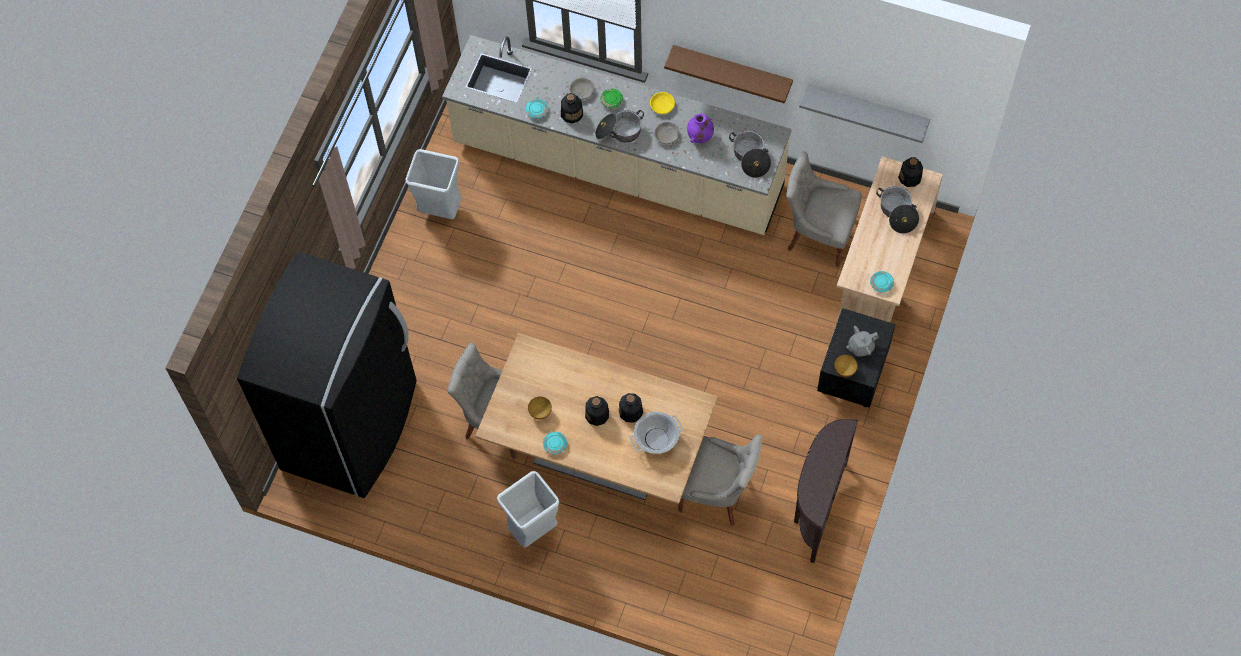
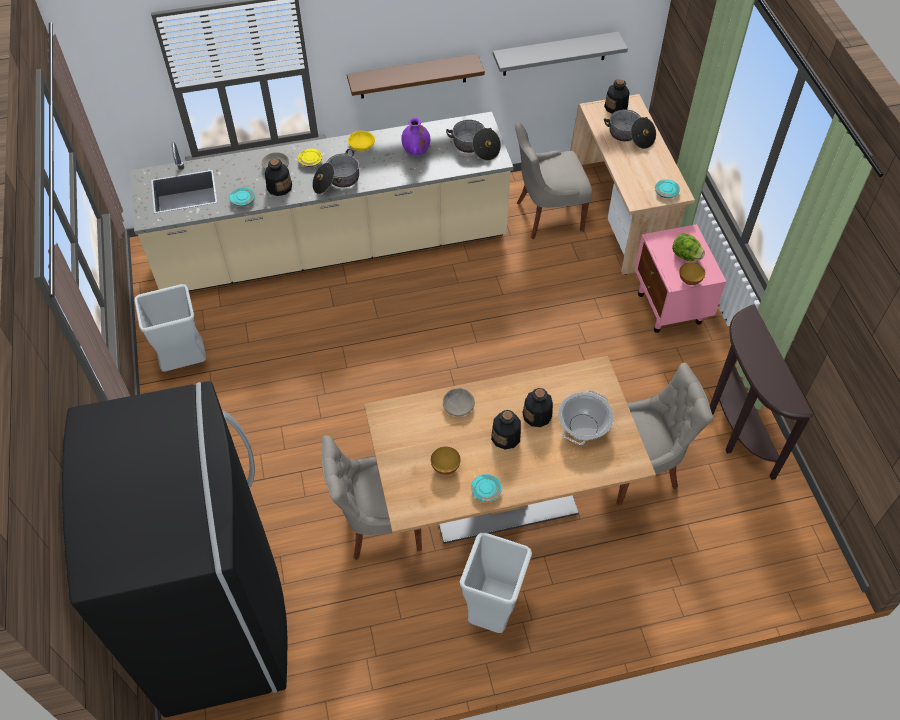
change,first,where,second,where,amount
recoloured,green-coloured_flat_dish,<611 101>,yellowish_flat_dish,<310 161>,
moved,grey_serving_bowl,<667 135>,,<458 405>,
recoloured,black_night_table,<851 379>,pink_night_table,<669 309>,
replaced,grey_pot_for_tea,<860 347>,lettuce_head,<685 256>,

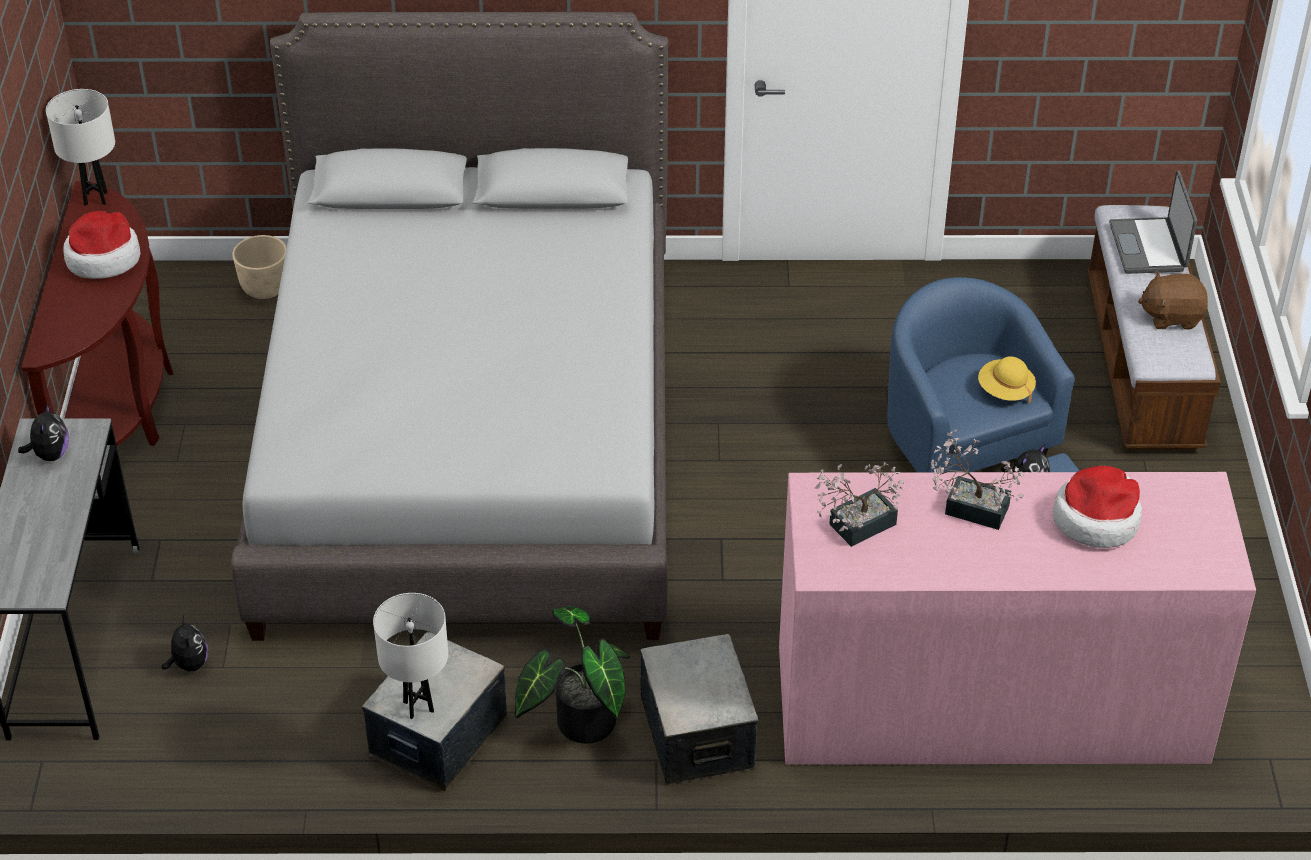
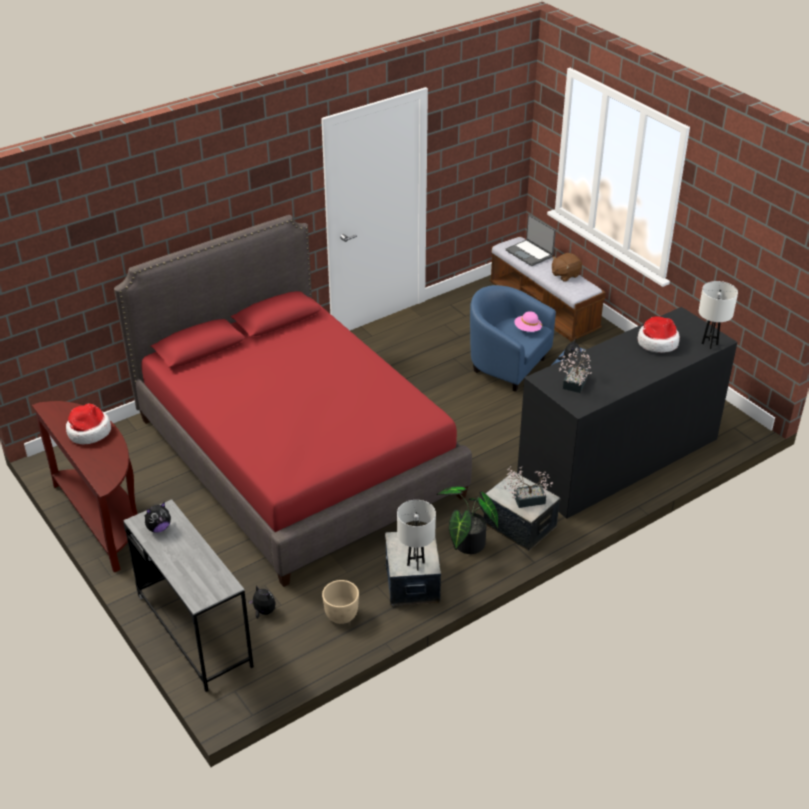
change,first,where,second,where,amount
recoloured,grey_bedroom_bed,<472 440>,red-coloured_bedroom_bed,<297 456>,
moved,whitish_tabletop_lamp,<95 199>,,<709 344>,
moved,beige-coloured_flower_pot,<264 289>,,<341 615>,
recoloured,yellowish_wearable_hat,<1005 390>,pink_wearable_hat,<527 329>,
turned,soft_toy,<50 454>,,<158 528>,90 degrees clockwise
moved,houseplant,<969 507>,,<525 500>,
recoloured,pink_dresser,<989 703>,black_dresser,<618 457>,

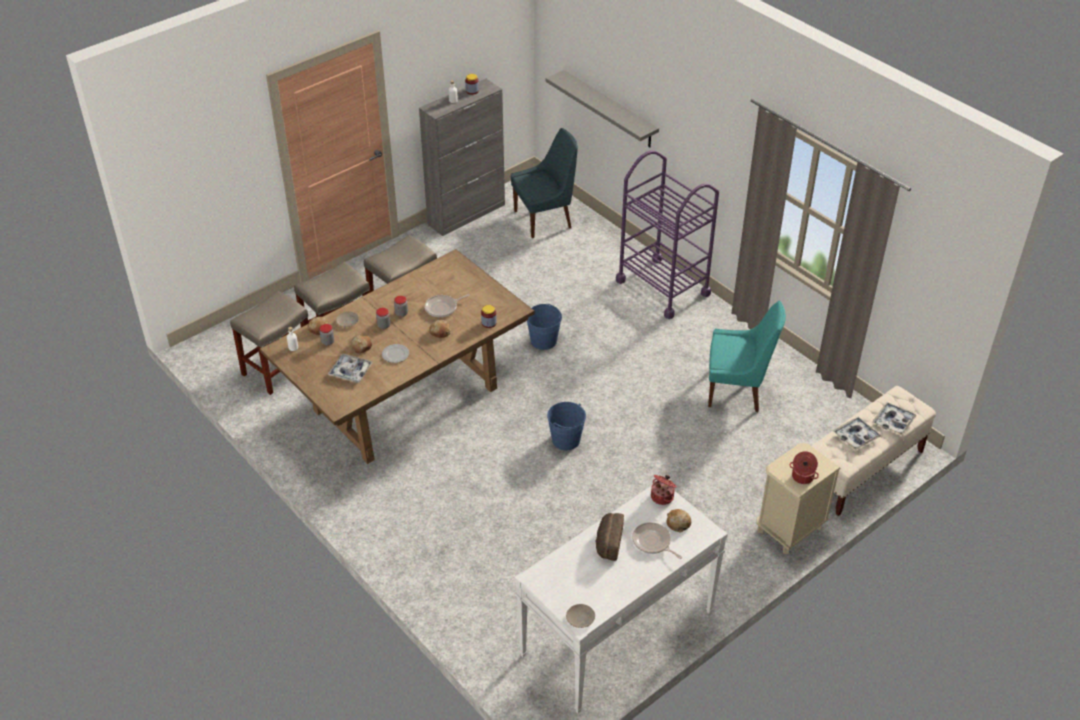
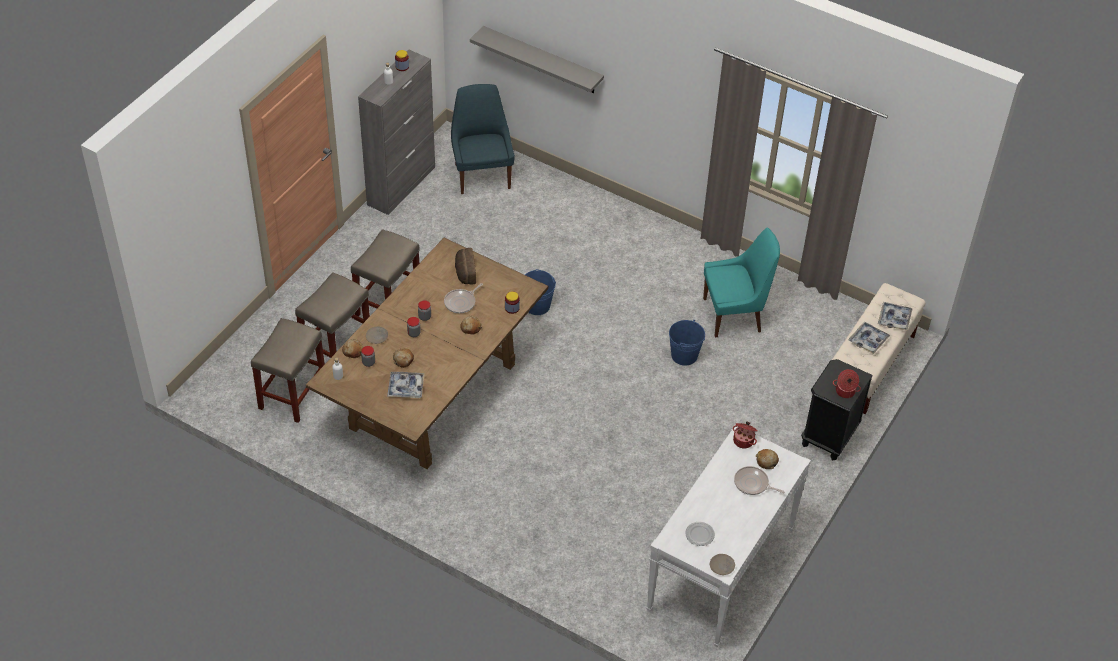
change,first,where,second,where,amount
turned,blue_upright_chair,<545 219>,,<482 174>,60 degrees counterclockwise
removed,purple_cart,<663 287>,,,
moved,flat_dish,<395 355>,,<699 535>,
moved,blue_water_bucket,<566 440>,,<684 355>,
recoloured,beige-coloured_night_table,<789 529>,black_night_table,<829 437>,
moved,bread,<608 542>,,<465 272>,

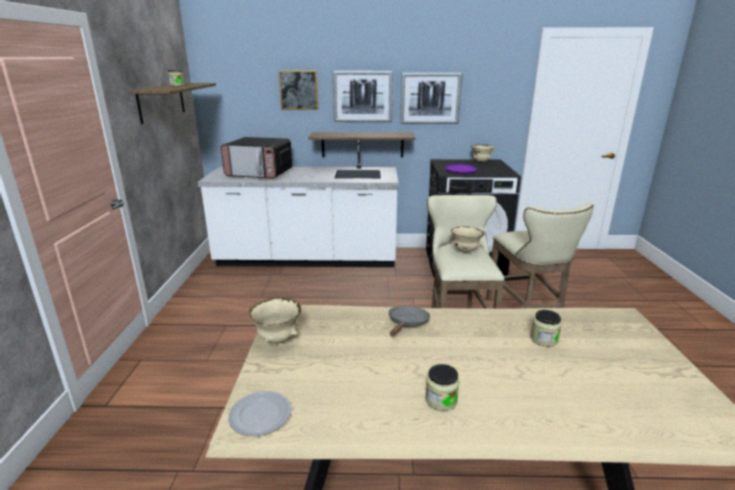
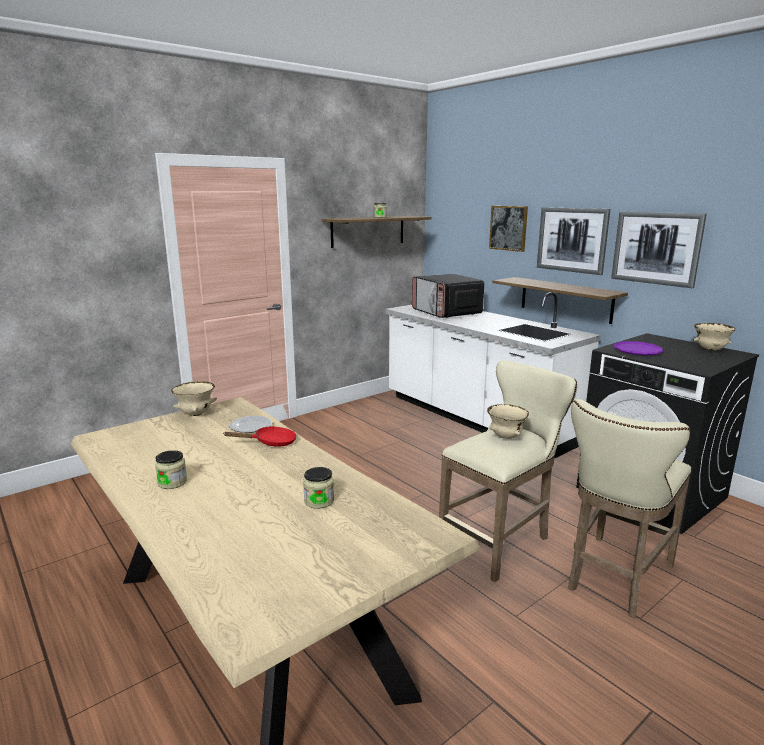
change,first,where,second,where,amount
recoloured,grey_pan,<407 324>,red-coloured_pan,<271 442>,
moved,flat_dish,<260 415>,,<251 426>,

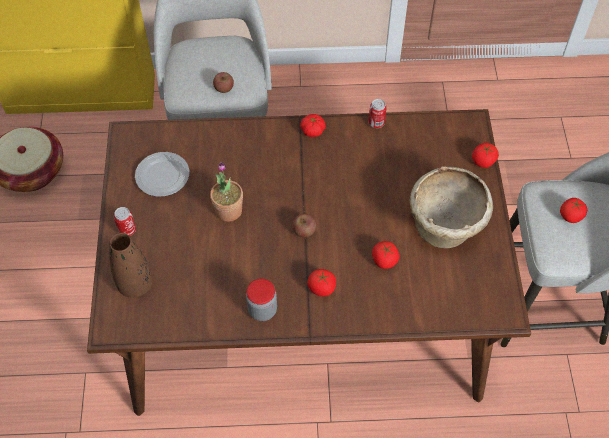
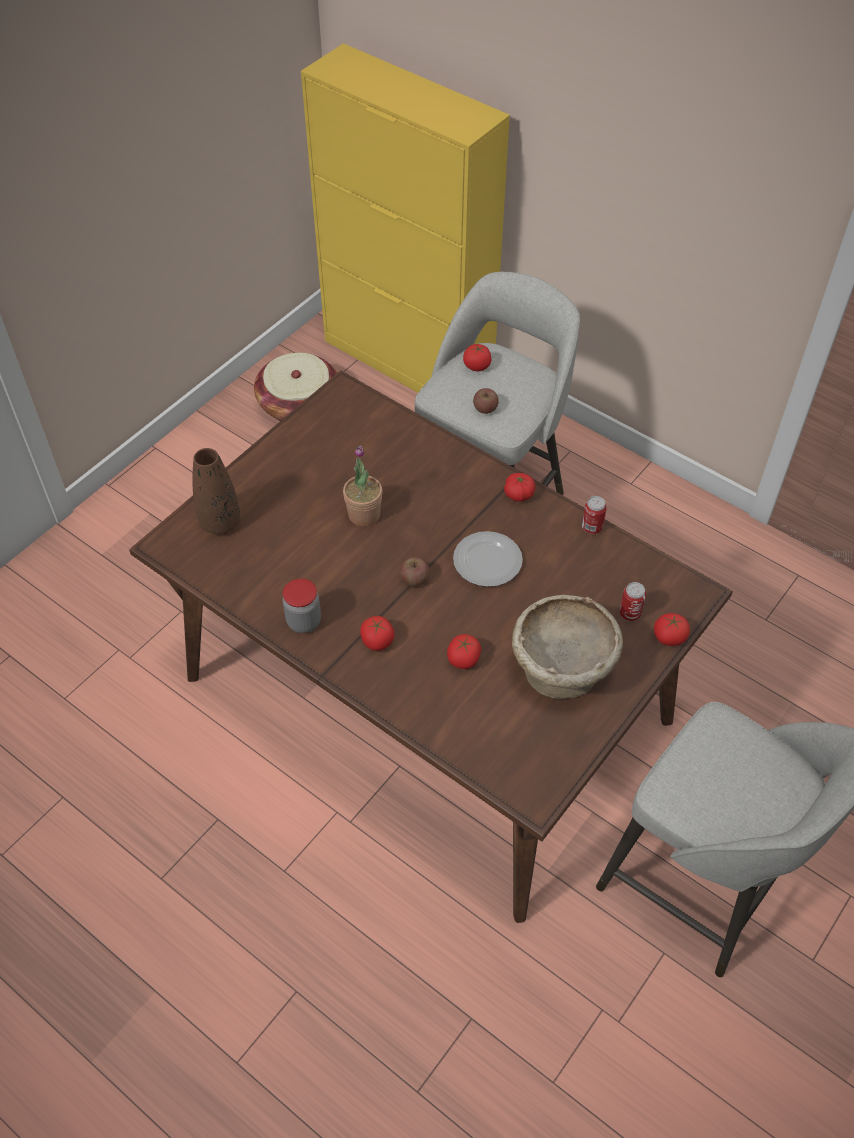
change,first,where,second,where,amount
moved,flat_dish,<162 176>,,<487 562>,
moved,fresh_tomato,<570 216>,,<476 366>,
moved,sealed_can,<127 230>,,<630 613>,

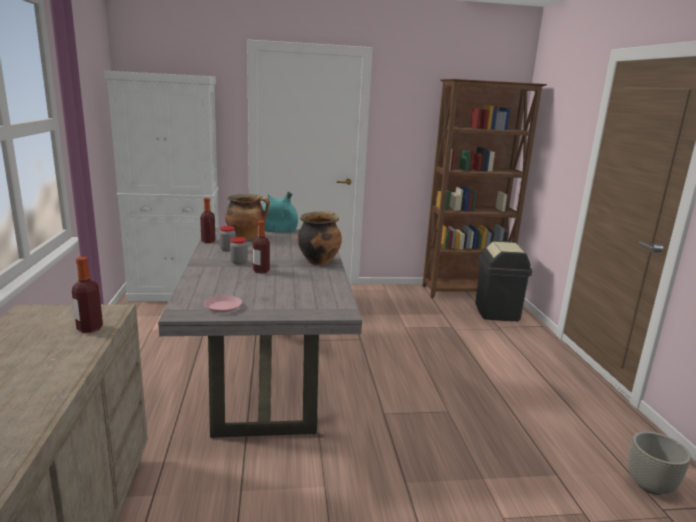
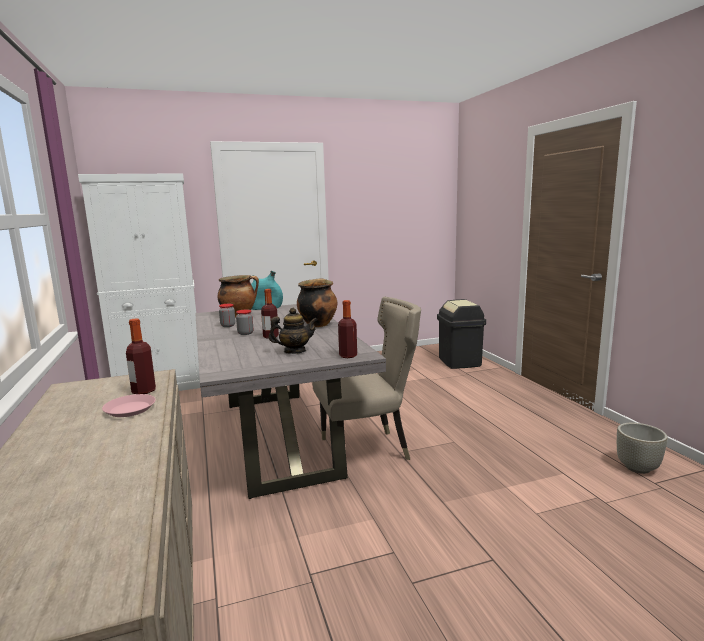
change,first,where,second,where,amount
removed,brown-coloured_bookcase,<465 292>,,,
moved,beverage_bottle,<208 241>,,<348 356>,
moved,pink_flat_dish,<223 307>,,<129 409>,
added,,,beige-coloured_upright_chair,<368 451>,
added,,,pot_for_tea,<294 351>,

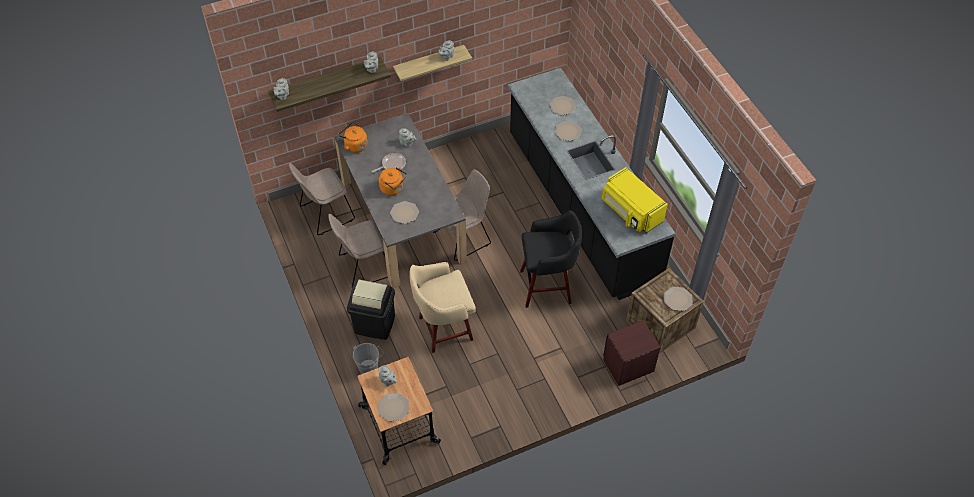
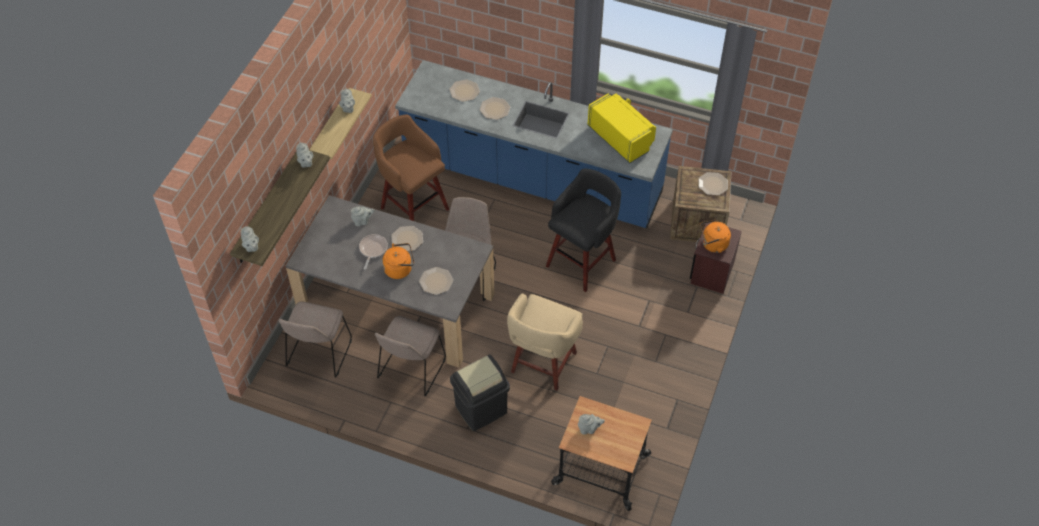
change,first,where,second,where,amount
recoloured,black_kitchen_counter,<580 207>,blue_kitchen_counter,<532 178>,
moved,orangey_tea_kettle,<354 145>,,<713 244>,
turned,yellowish_kitchen_microwave,<630 212>,,<621 137>,135 degrees counterclockwise
removed,grey_water_bucket,<369 366>,,,
moved,flat_dish,<393 407>,,<406 239>,
added,,,brown-coloured_stool_seat,<413 207>,

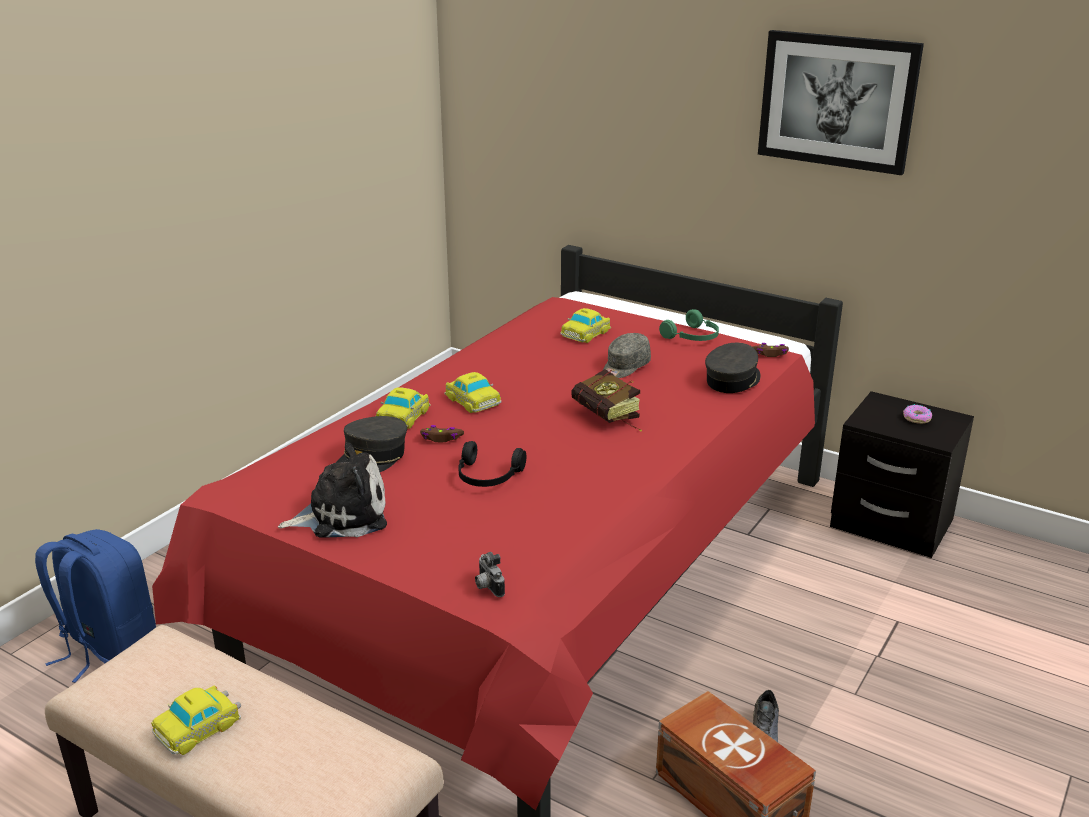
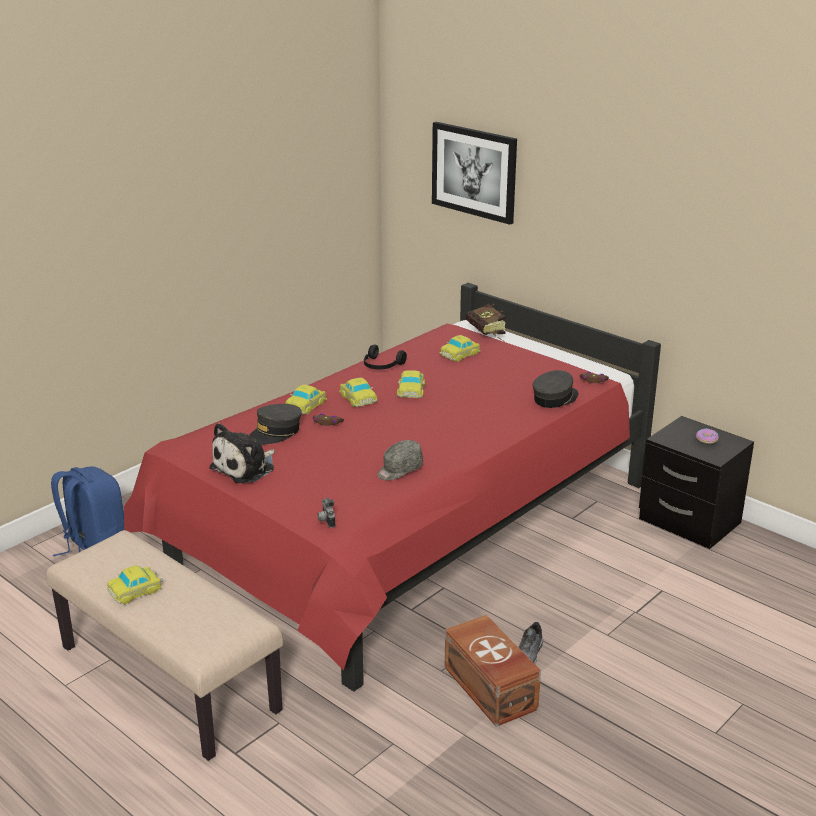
change,first,where,second,where,amount
moved,wall_art,<837 101>,,<474 171>,
removed,green-coloured_headset,<693 337>,,,
moved,grey_peaked_cap,<625 367>,,<399 470>,
moved,volume,<610 419>,,<487 334>,
moved,black_headset,<487 477>,,<381 366>,
turned,soft_toy,<342 515>,,<246 468>,135 degrees clockwise
added,,,model_car,<411 389>,

